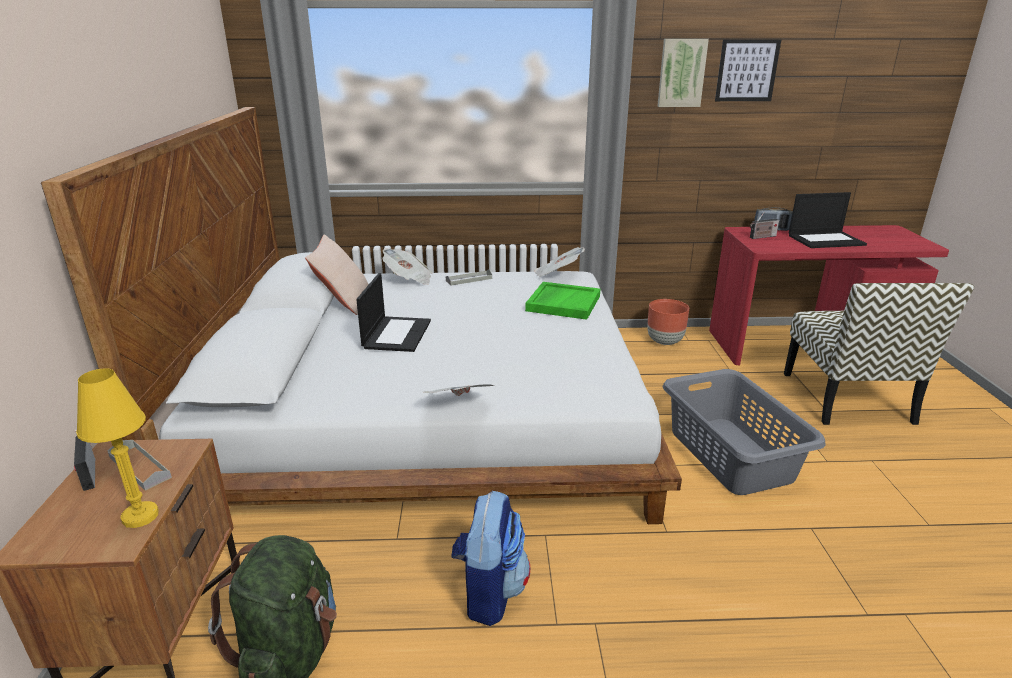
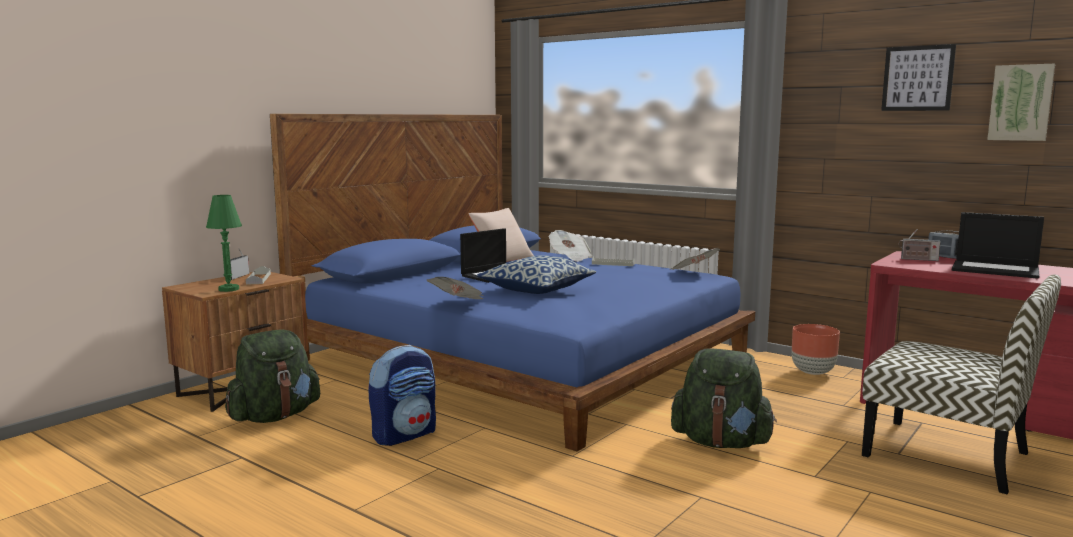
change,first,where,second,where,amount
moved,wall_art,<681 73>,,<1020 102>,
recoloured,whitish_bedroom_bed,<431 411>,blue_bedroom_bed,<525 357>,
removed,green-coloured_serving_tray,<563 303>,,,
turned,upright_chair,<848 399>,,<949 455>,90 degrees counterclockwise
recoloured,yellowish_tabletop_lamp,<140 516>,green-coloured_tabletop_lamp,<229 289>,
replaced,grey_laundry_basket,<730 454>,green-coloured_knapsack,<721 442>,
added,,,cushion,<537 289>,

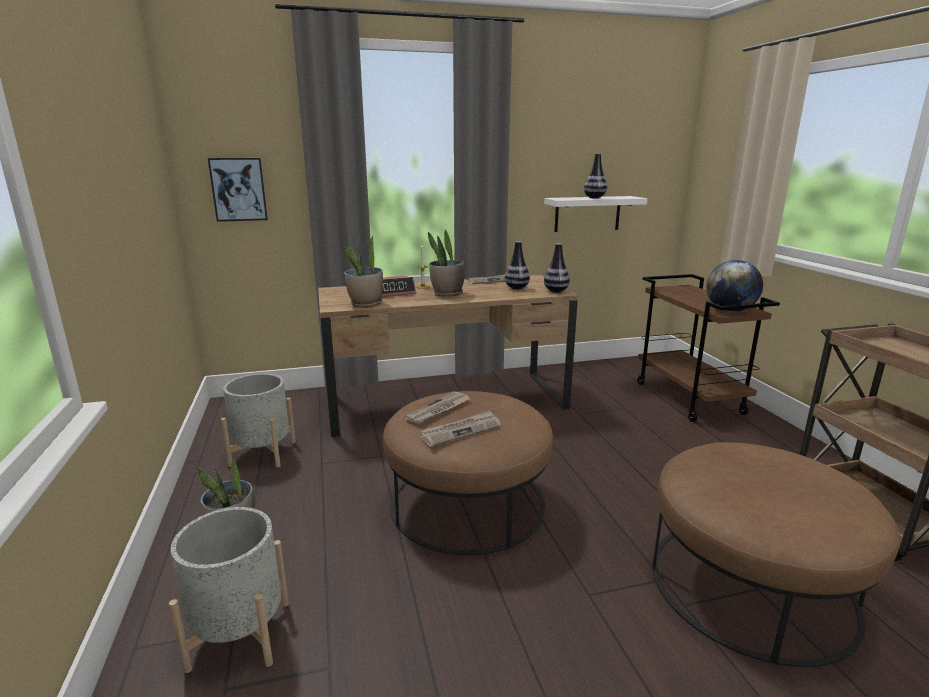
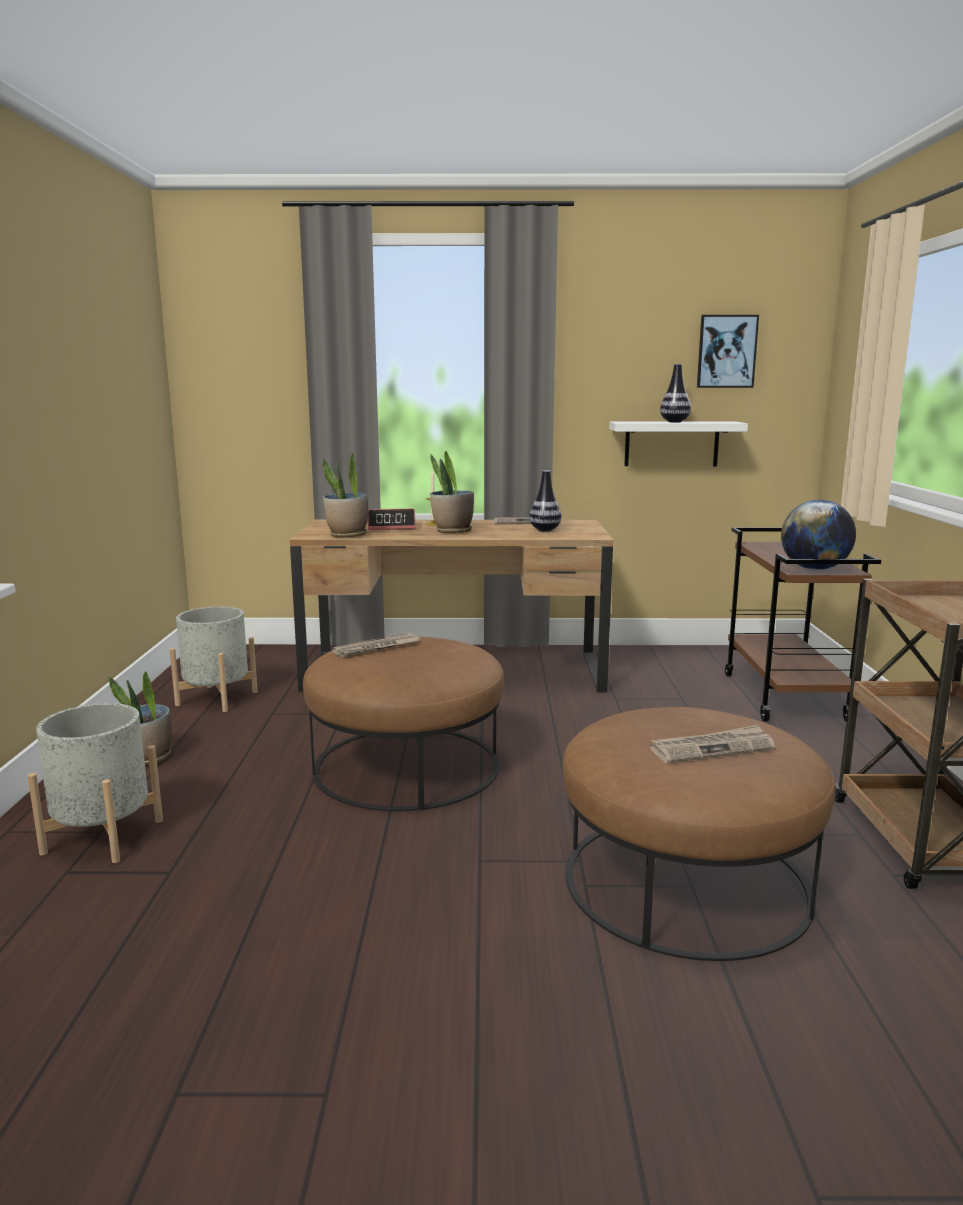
change,first,where,second,where,amount
moved,wall_art,<238 189>,,<726 351>,
removed,flower_vase,<556 291>,,,
moved,newspaper,<461 431>,,<712 748>,

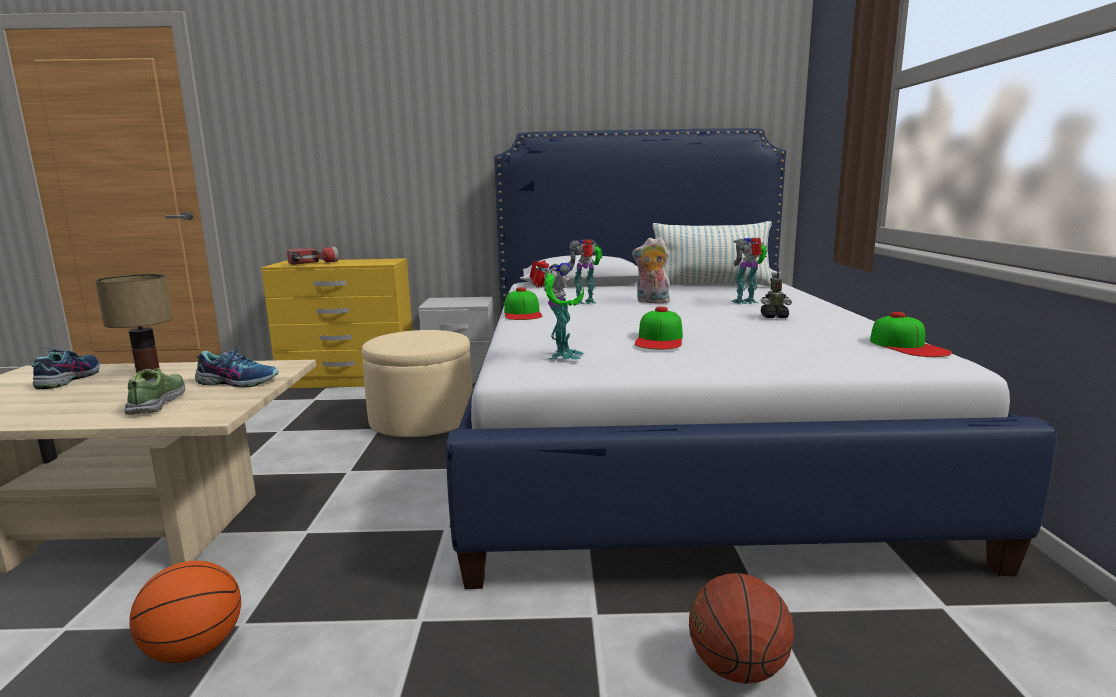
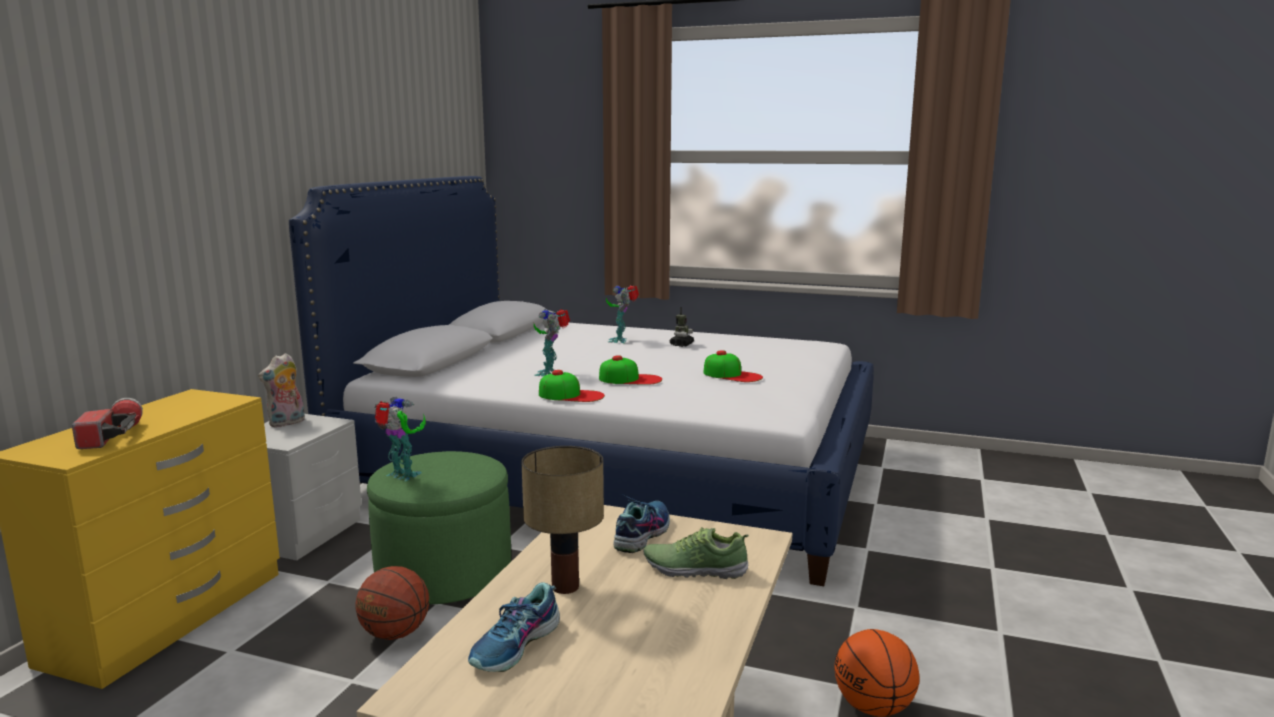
change,first,where,second,where,amount
removed,cushion,<711 286>,,,
moved,soft_toy,<651 302>,,<287 423>,
moved,toy_robot,<561 355>,,<402 476>,
moved,peaked_cap,<908 346>,,<630 379>,
recoloured,beige-coloured_footrest,<422 421>,green-coloured_footrest,<444 574>,
turned,low_shoe,<68 378>,,<516 646>,75 degrees counterclockwise
moved,basketball,<737 669>,,<395 634>,

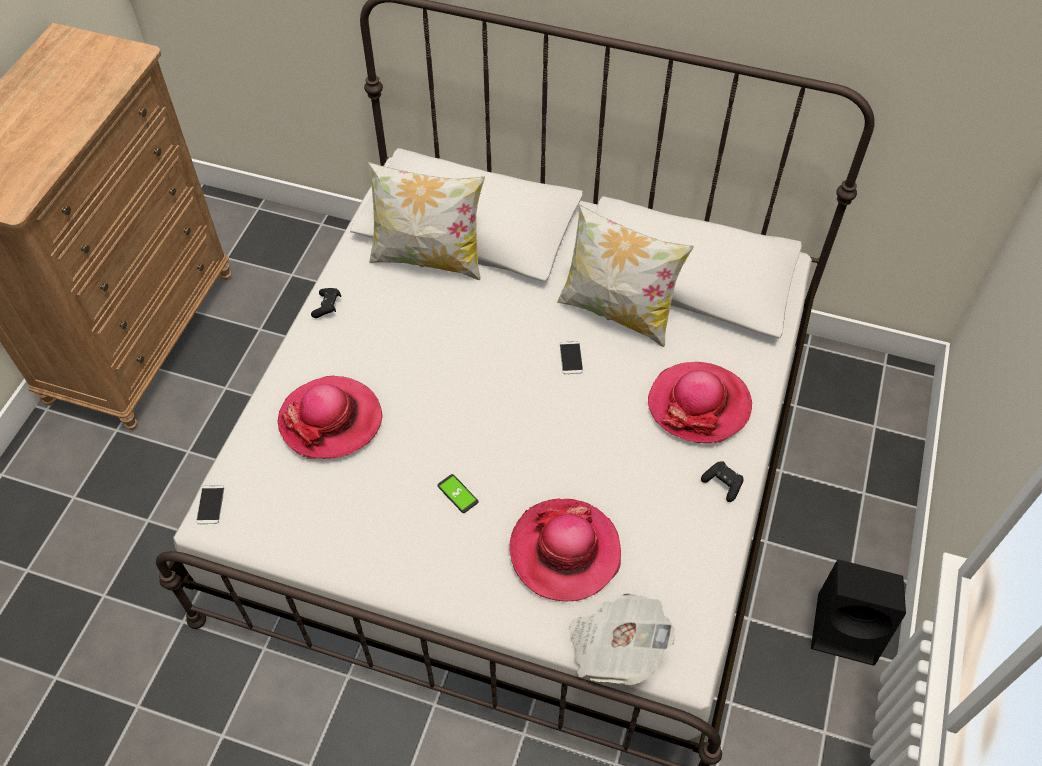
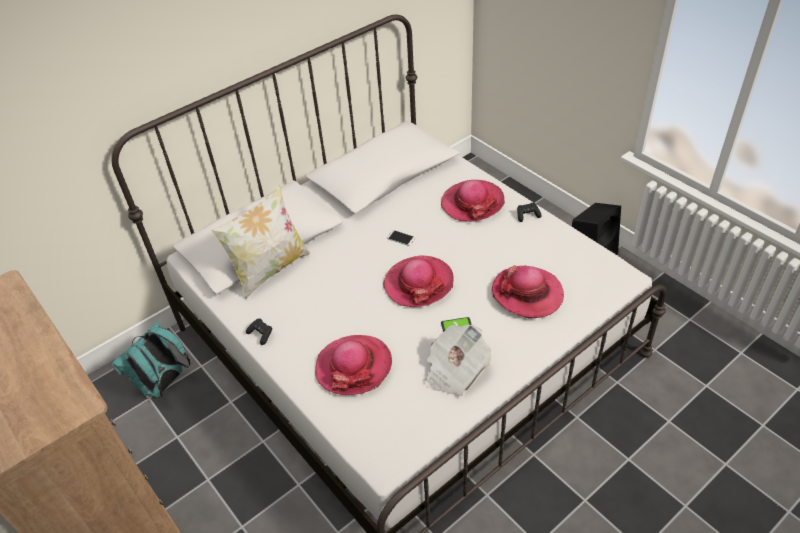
change,first,where,second,where,amount
removed,cushion,<617 311>,,,
removed,phone,<210 505>,,,
moved,newspaper,<615 647>,,<454 371>,
added,,,wearable_hat,<418 283>,
added,,,turquoise_knapsack,<163 384>,

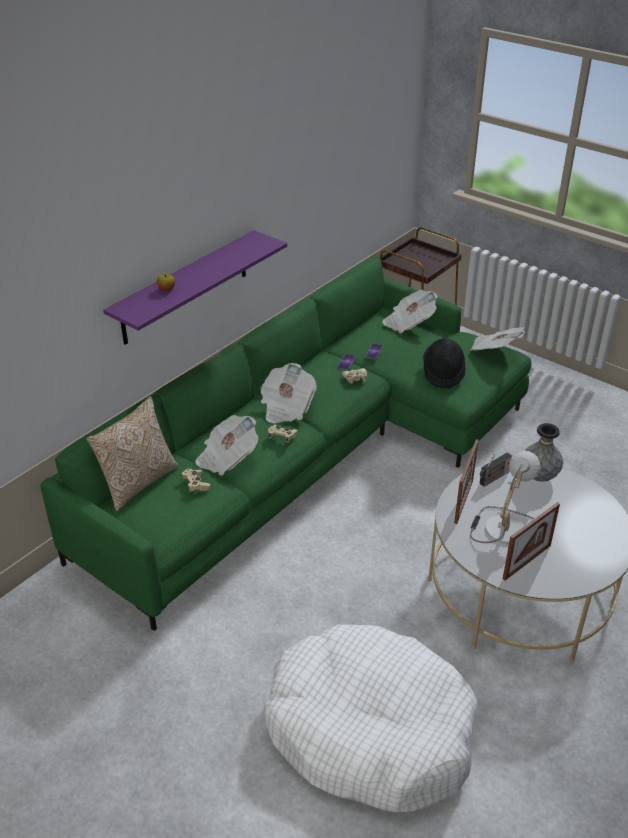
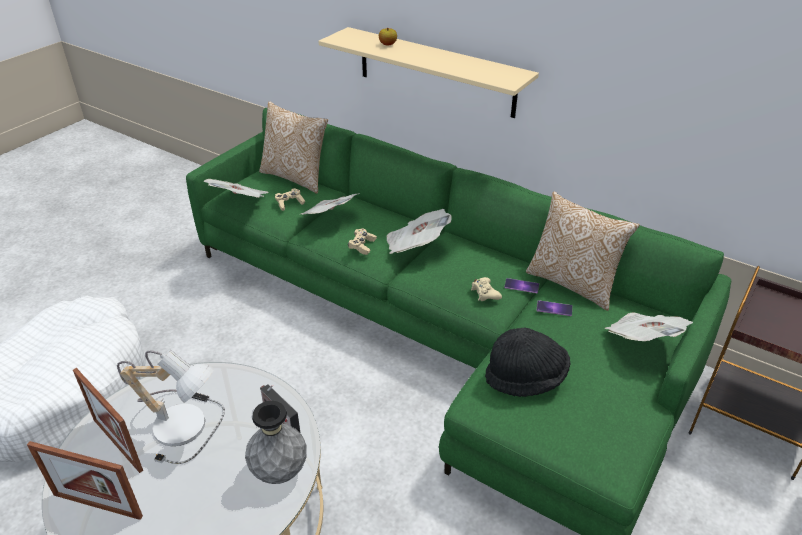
change,first,where,second,where,amount
recoloured,purple_wall_shelf,<185 287>,beige-coloured_wall_shelf,<435 72>,
moved,newspaper,<494 350>,,<240 202>,
moved,photo_frame,<463 501>,,<97 505>,
added,,,cushion,<573 283>,

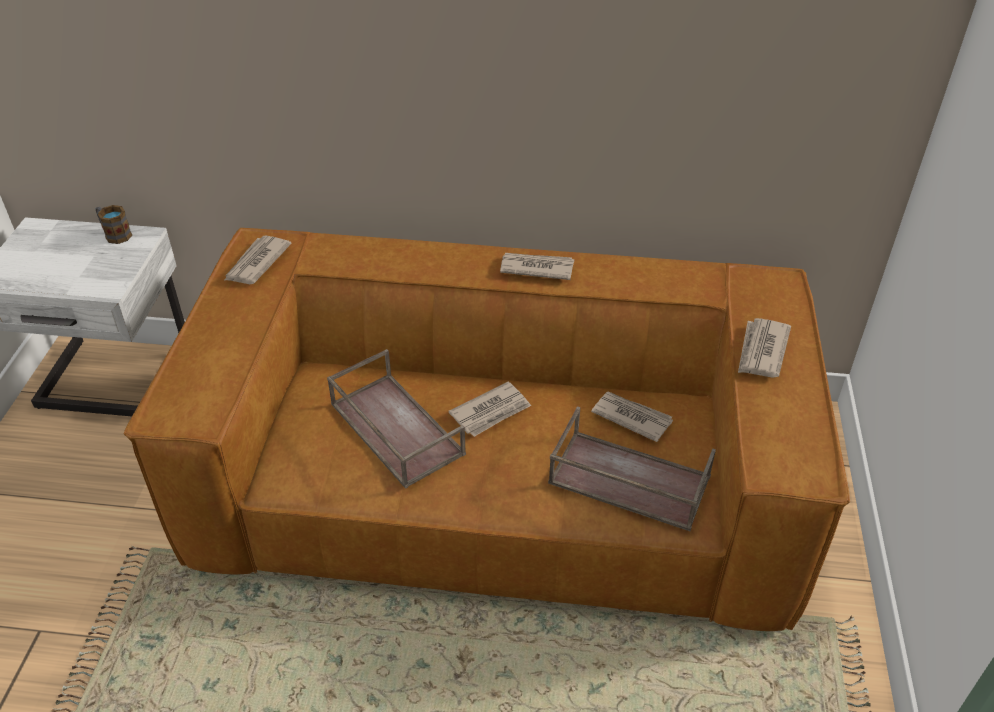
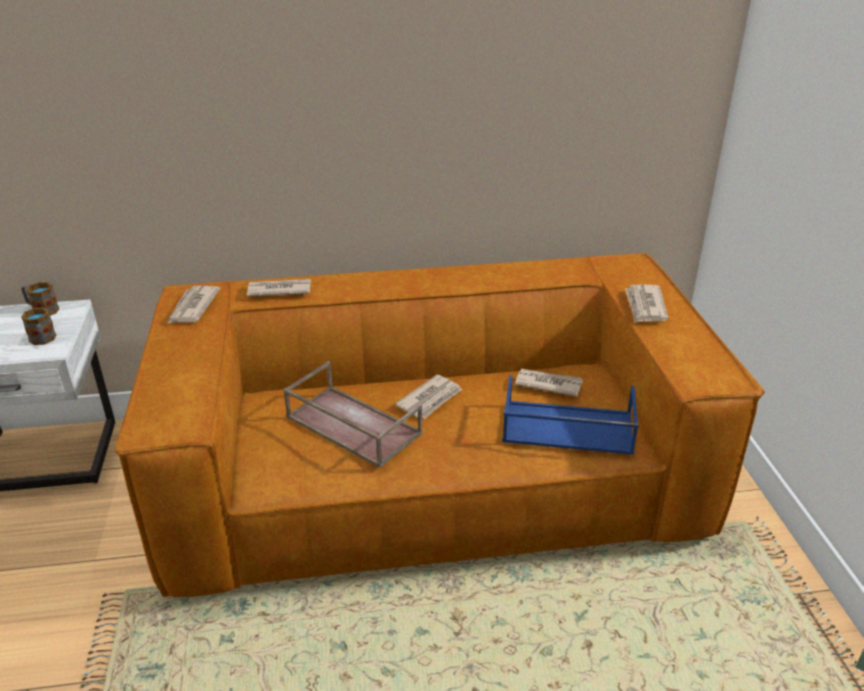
change,first,where,second,where,amount
moved,newspaper,<536 268>,,<279 290>,
recoloured,brown-coloured_serving_tray,<627 481>,blue_serving_tray,<566 428>,
added,,,coffee_mug,<43 341>,

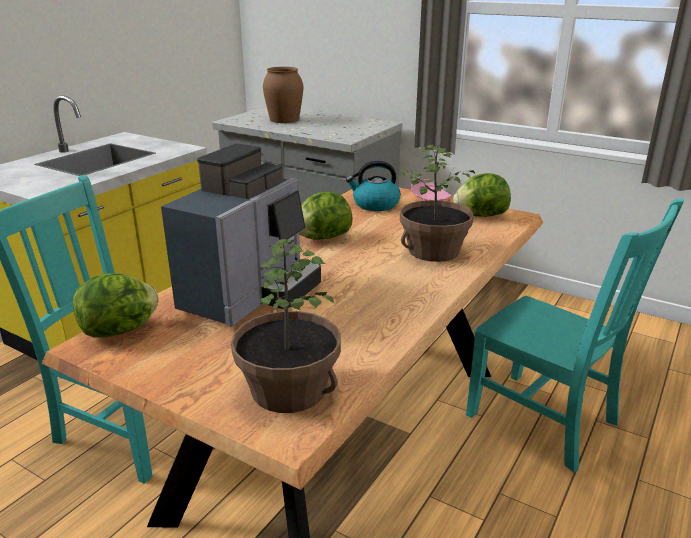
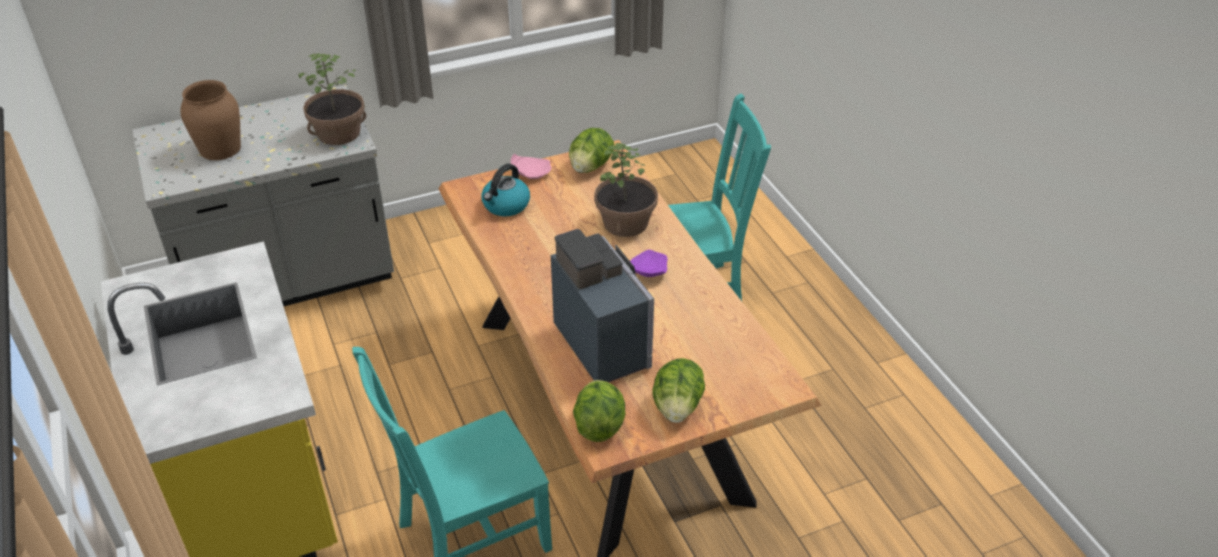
change,first,where,second,where,amount
moved,lettuce_head,<322 238>,,<677 407>,
moved,houseplant,<288 390>,,<339 133>,
added,,,purple_flat_dish,<647 271>,

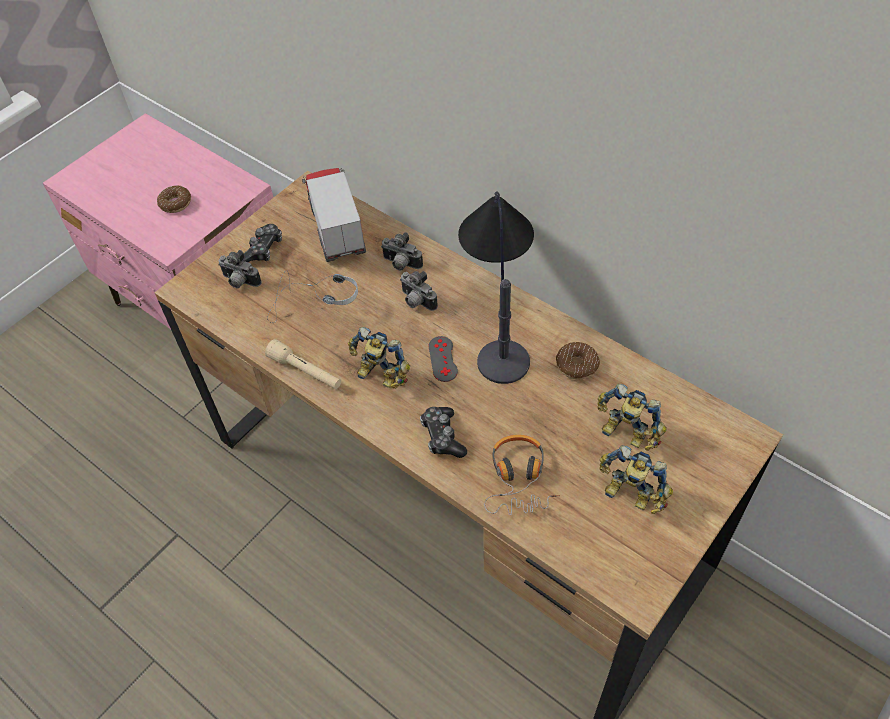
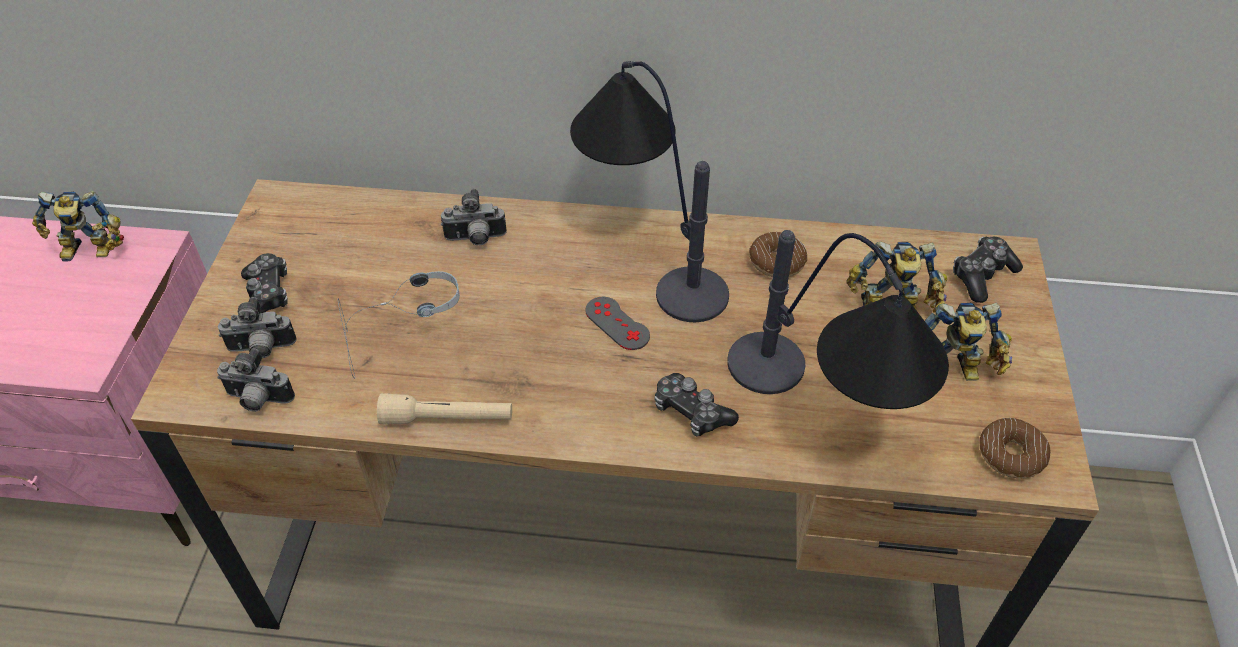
change,first,where,second,where,amount
removed,toy_lorry,<337 229>,,,
moved,donut,<175 203>,,<1010 454>,
moved,photo_camera,<416 302>,,<258 400>,
moved,toy_robot,<379 377>,,<89 252>,
replaced,headset,<519 479>,tabletop_lamp,<820 416>,
added,,,game_controller,<982 276>,

